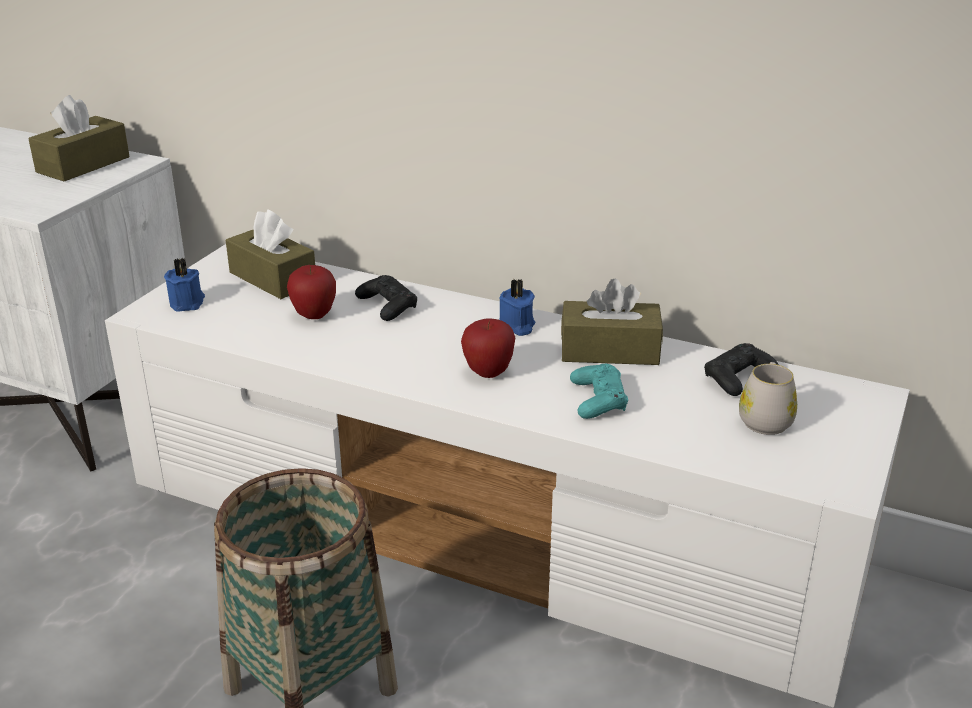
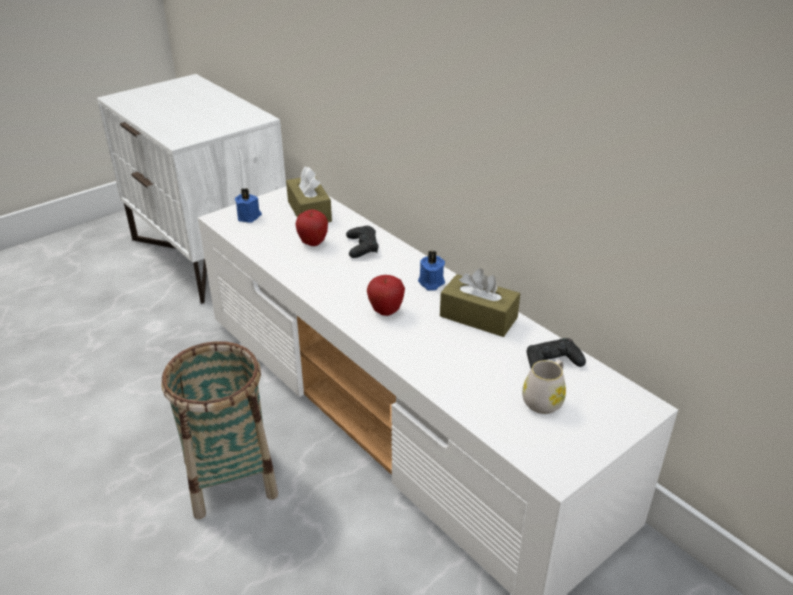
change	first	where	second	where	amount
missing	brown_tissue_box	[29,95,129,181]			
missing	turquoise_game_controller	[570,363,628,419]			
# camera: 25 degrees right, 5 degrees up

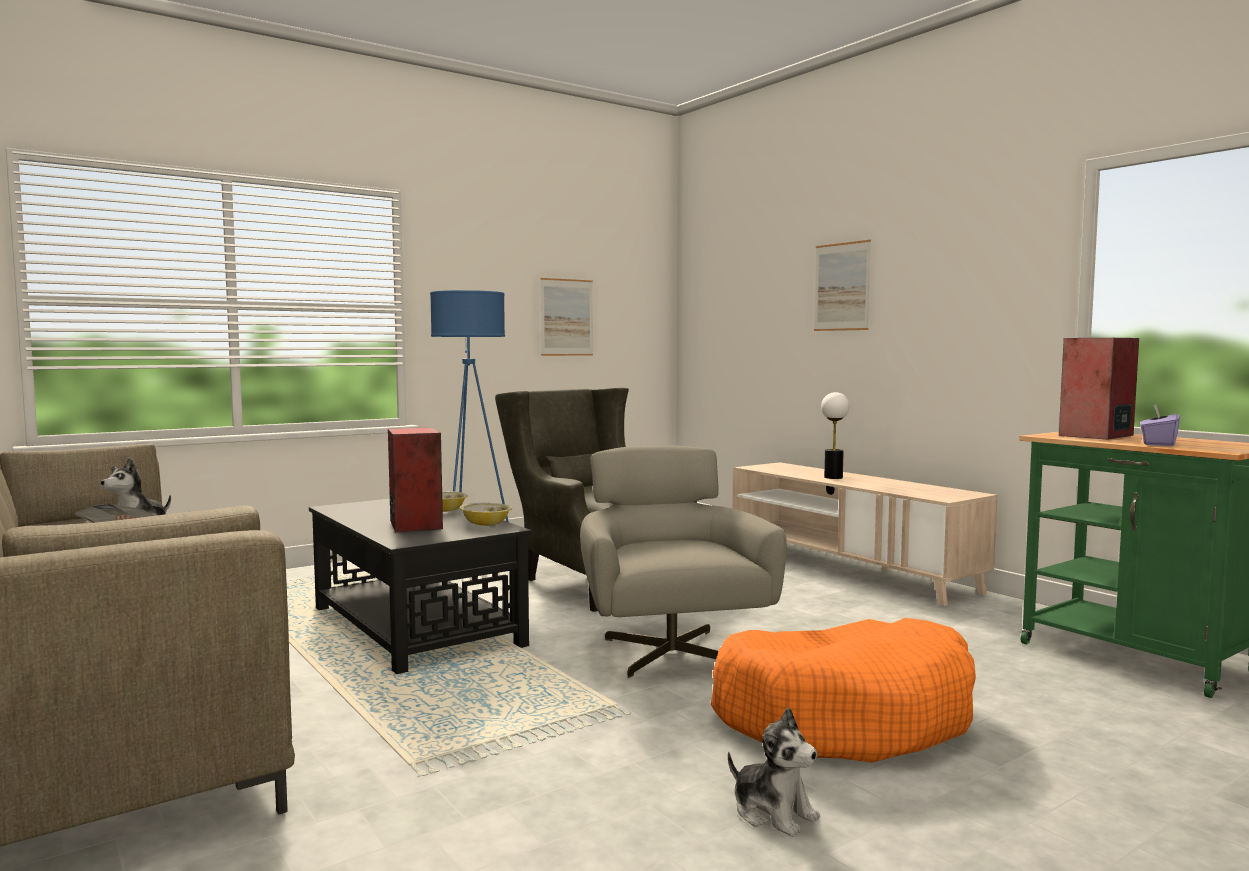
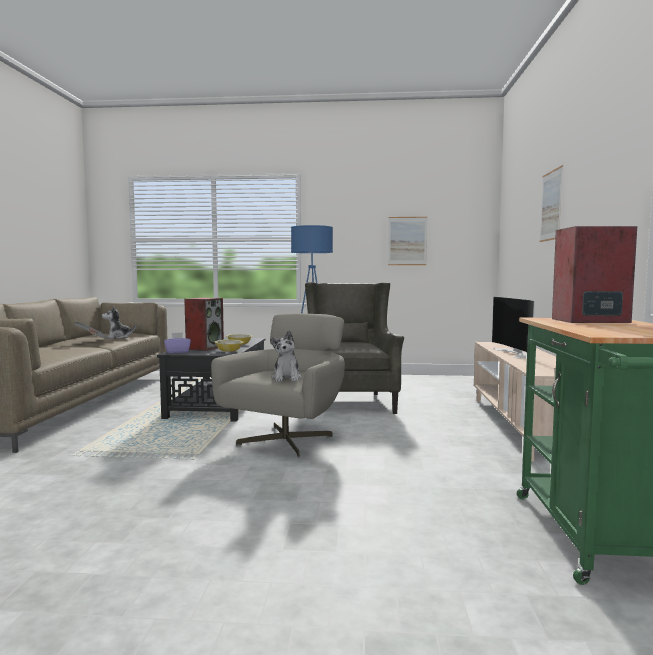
change	first	where	second	where	amount
missing	orange_dog_bed	[711,618,976,763]			
relocated	plush_toy	[728,707,820,837]		[270,330,302,382]	
relocated	purple_tissue_box	[1140,405,1180,446]		[164,332,191,353]	
exchanged	table_lamp	[821,392,849,479]	television	[492,297,537,358]	
# camera: 40 degrees right, 0 degrees up

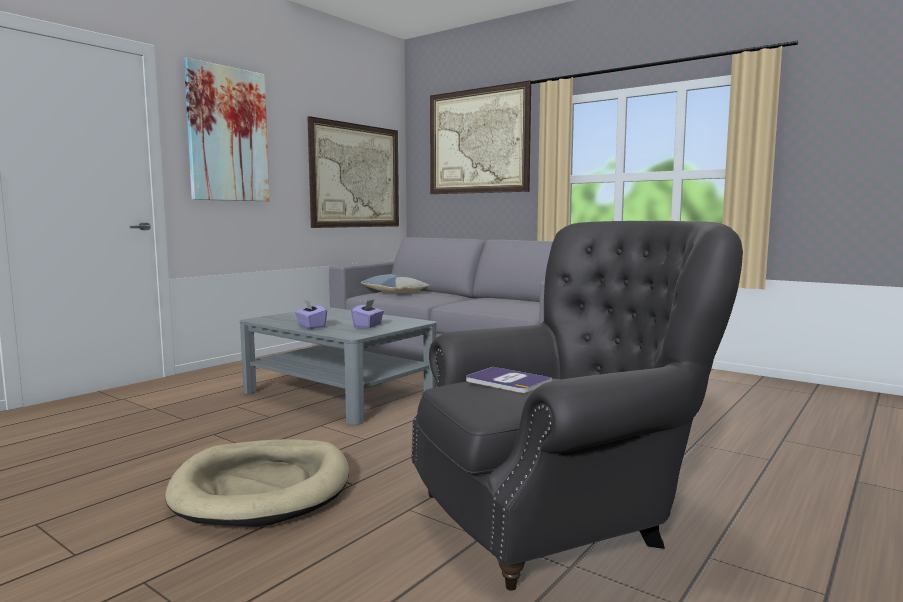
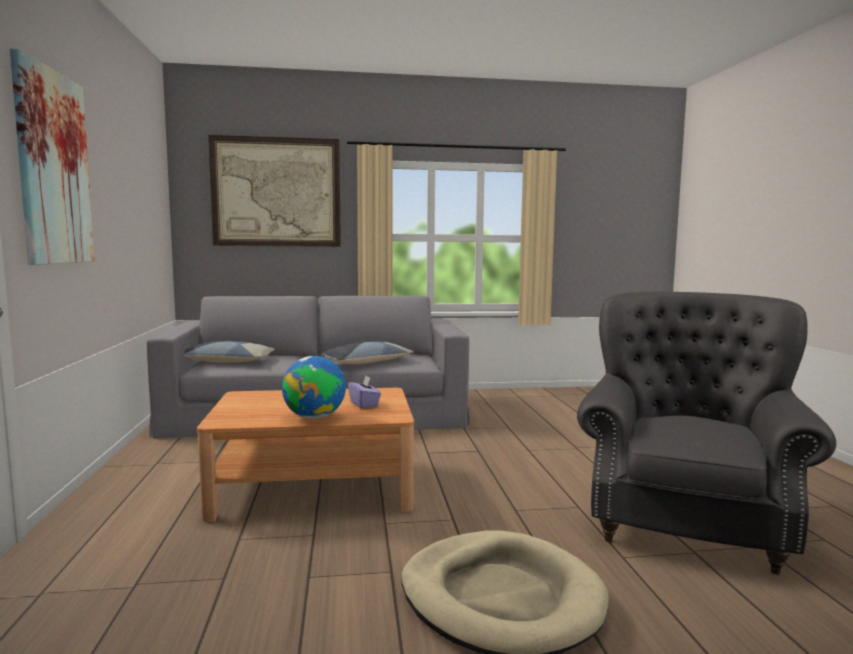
change	first	where	second	where	amount
missing	picture	[307,116,399,228]			
missing	book	[466,367,552,393]			
appeared			pillow	[321,341,414,364]	
exchanged	purple_tissue_box	[295,300,327,329]	globe	[282,356,346,419]	
colour	grey_coffee_table	[240,307,437,425]	brown_coffee_table	[197,388,414,522]	
# camera: 45 degrees left, 0 degrees up

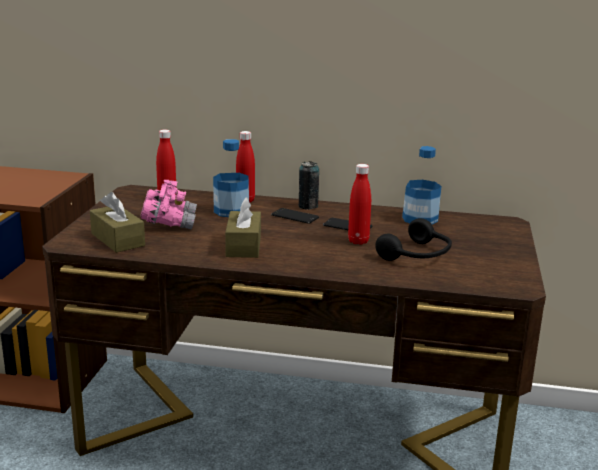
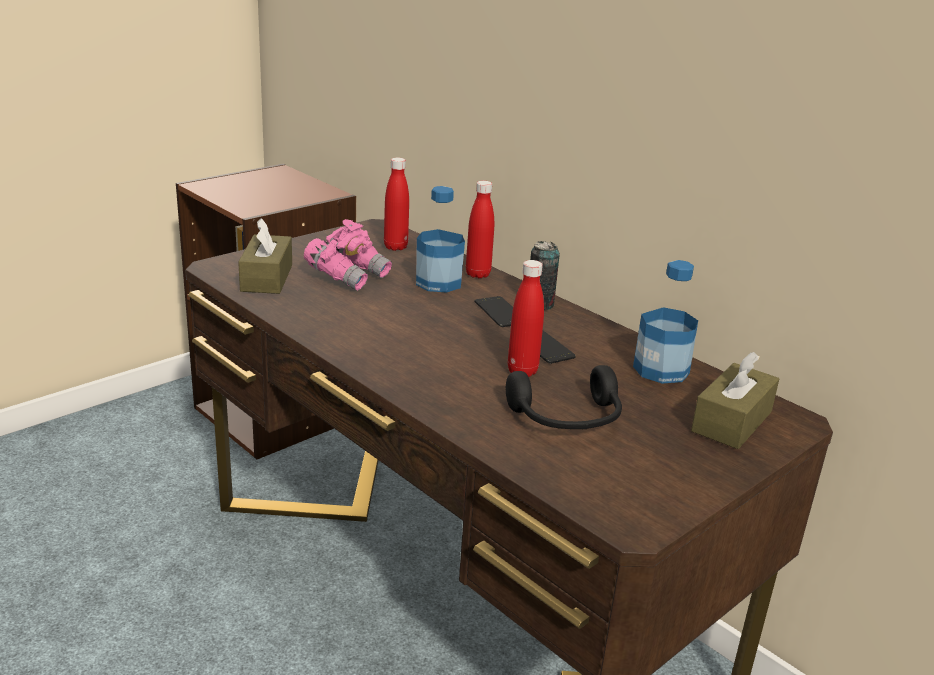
change	first	where	second	where	amount
relocated	brown_tissue_box	[225,197,261,258]		[691,352,779,449]	
# camera: 35 degrees right, 5 degrees up

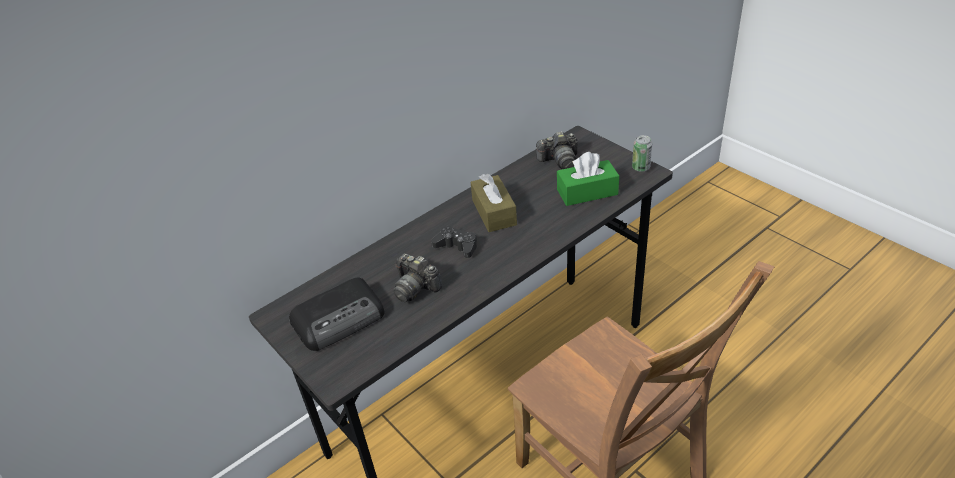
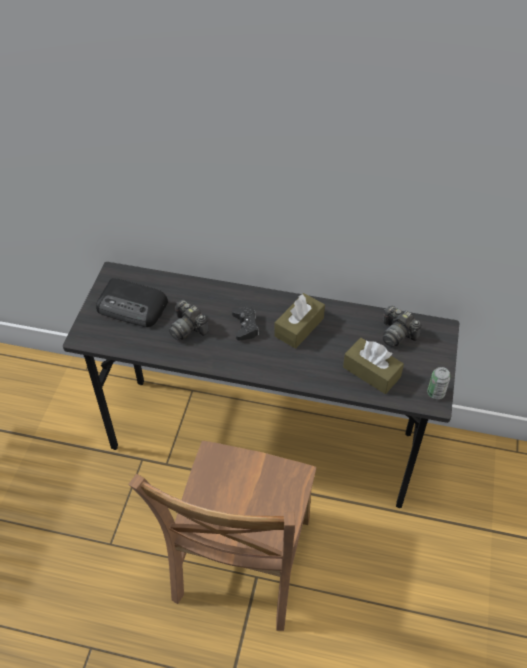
change	first	where	second	where	amount
colour	green_tissue_box	[557,152,619,206]	brown_tissue_box	[343,338,404,394]	
spun	photo_camera	[393,253,443,302]		[169,300,209,340]	45 degrees counterclockwise
# camera: 50 degrees right, 10 degrees up

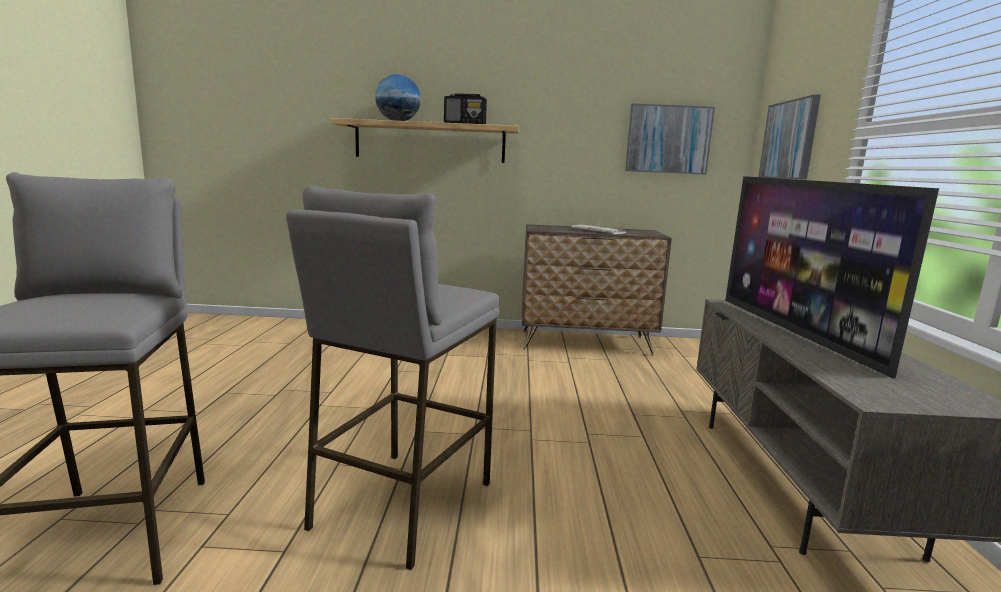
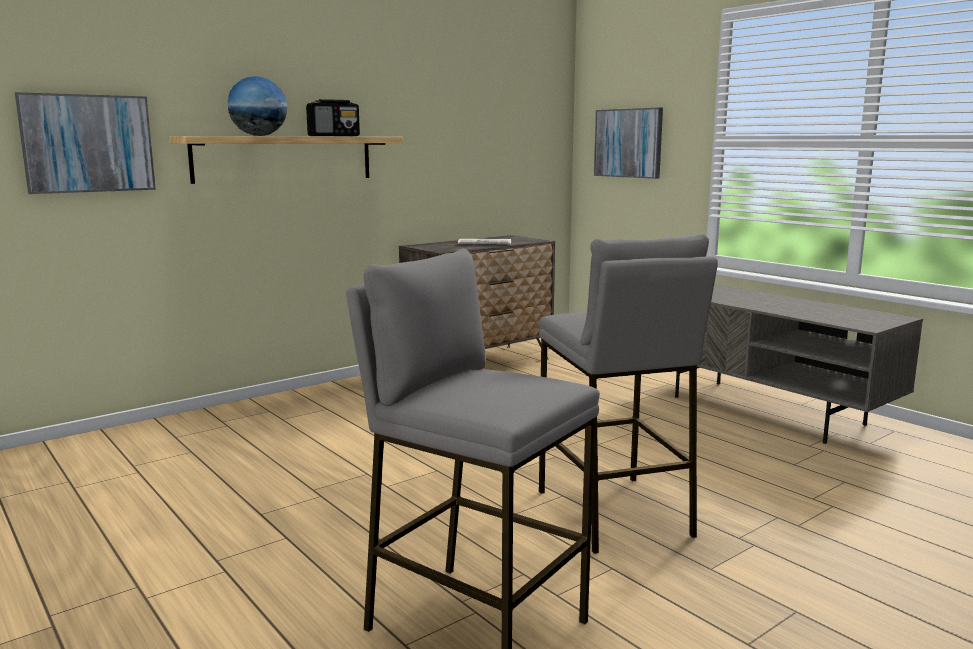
change	first	where	second	where	amount
missing	television	[725,176,939,378]			
relocated	picture	[625,103,715,175]		[15,92,156,194]	
# camera: 40 degrees left, 0 degrees up

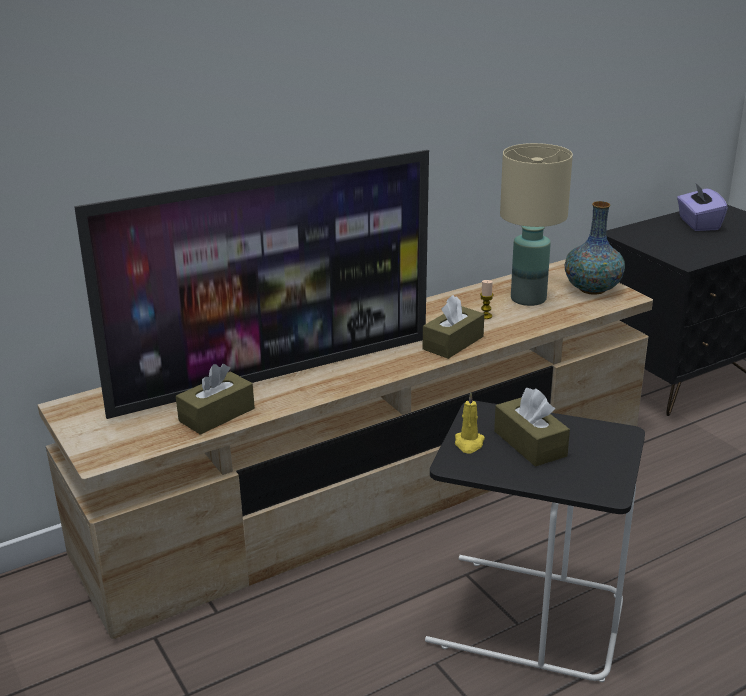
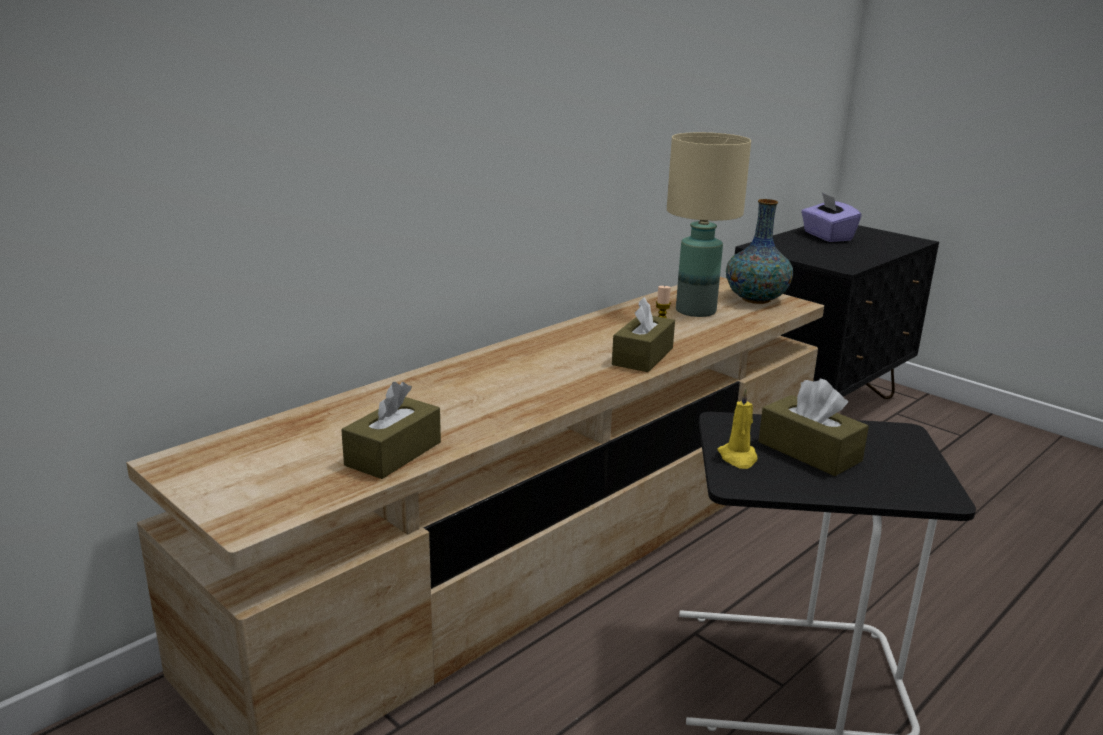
change	first	where	second	where	amount
missing	television	[74,150,429,419]			
# camera: 15 degrees left, 5 degrees down

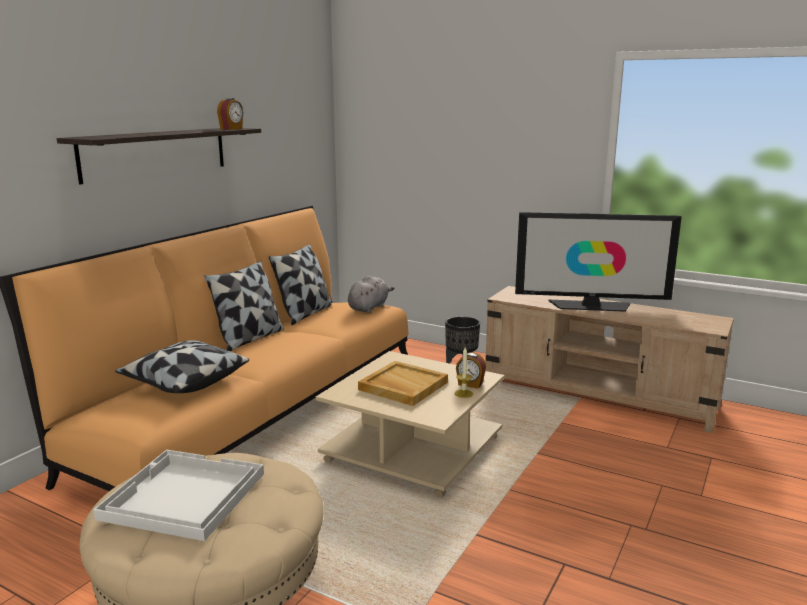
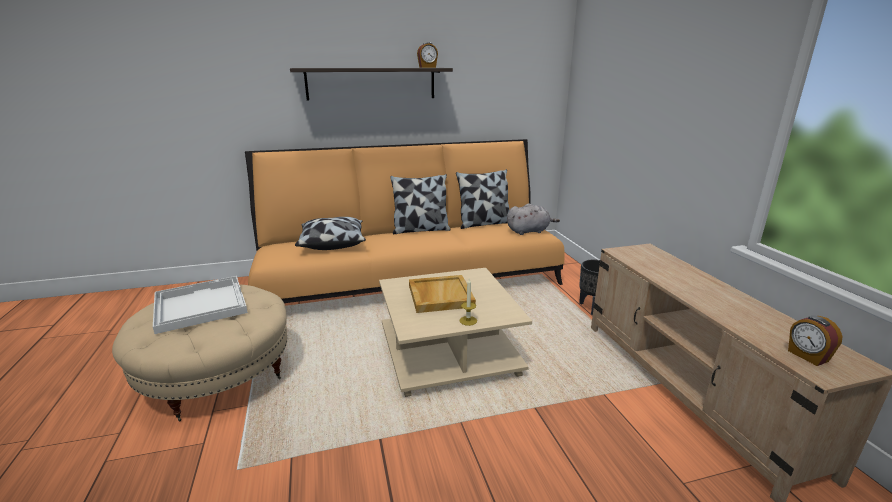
change	first	where	second	where	amount
missing	television	[515,212,682,312]			
relocated	alarm_clock	[456,352,486,389]		[788,316,842,366]	
# camera: 45 degrees right, 5 degrees up

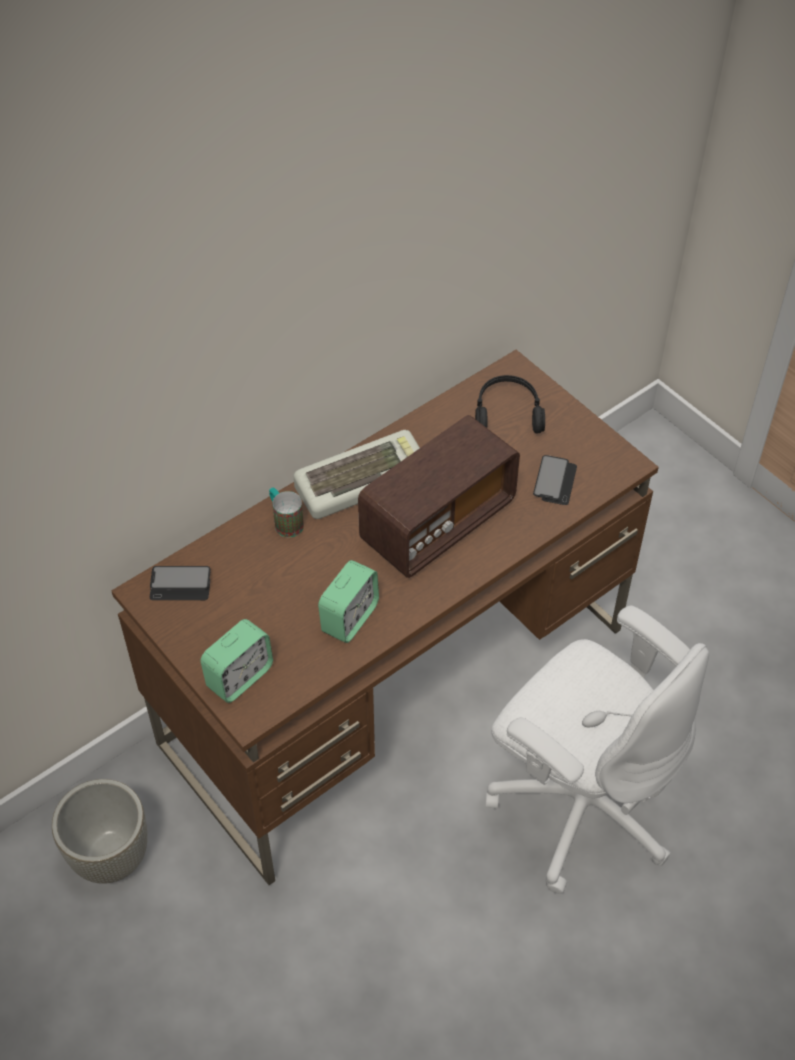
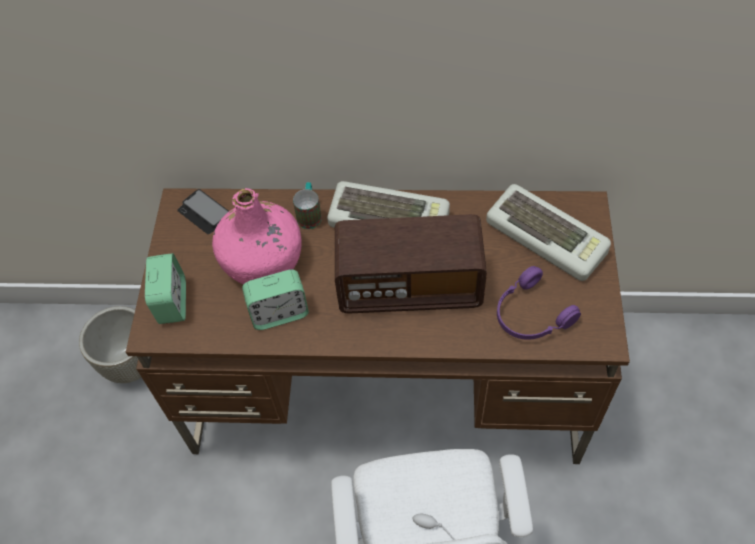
change	first	where	second	where	amount
appeared			pink_bottle	[212,188,302,284]	
exchanged	black_headphones	[475,375,545,433]	keyboard	[486,184,611,281]	
exchanged	phone	[533,455,577,505]	purple_headphones	[497,266,581,340]	
spun	alarm_clock	[200,619,273,703]		[145,253,186,324]	90 degrees counterclockwise
# camera: 45 degrees right, 5 degrees up

